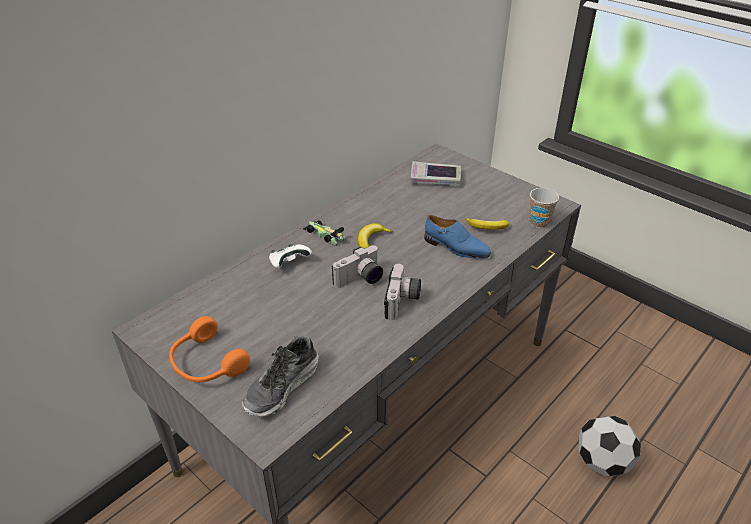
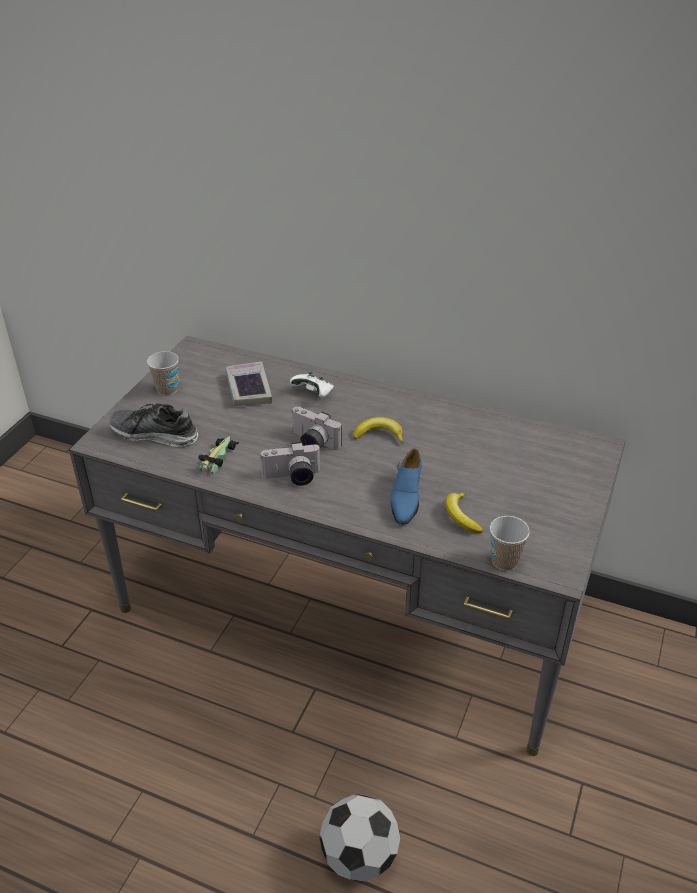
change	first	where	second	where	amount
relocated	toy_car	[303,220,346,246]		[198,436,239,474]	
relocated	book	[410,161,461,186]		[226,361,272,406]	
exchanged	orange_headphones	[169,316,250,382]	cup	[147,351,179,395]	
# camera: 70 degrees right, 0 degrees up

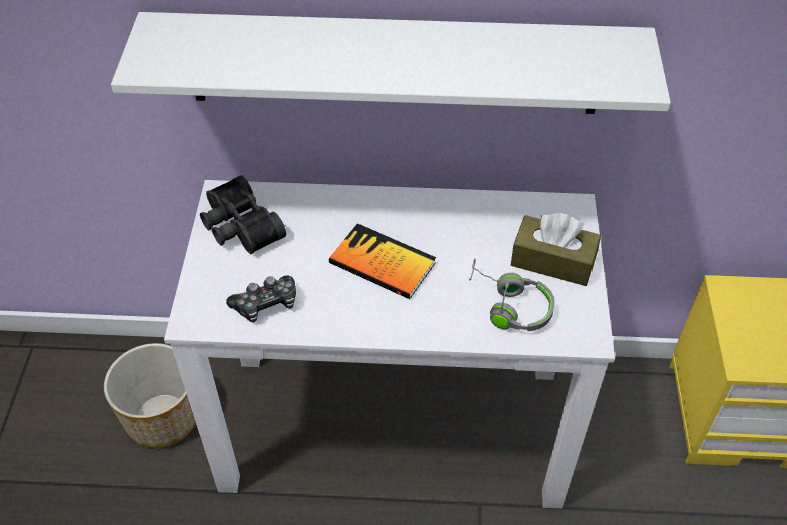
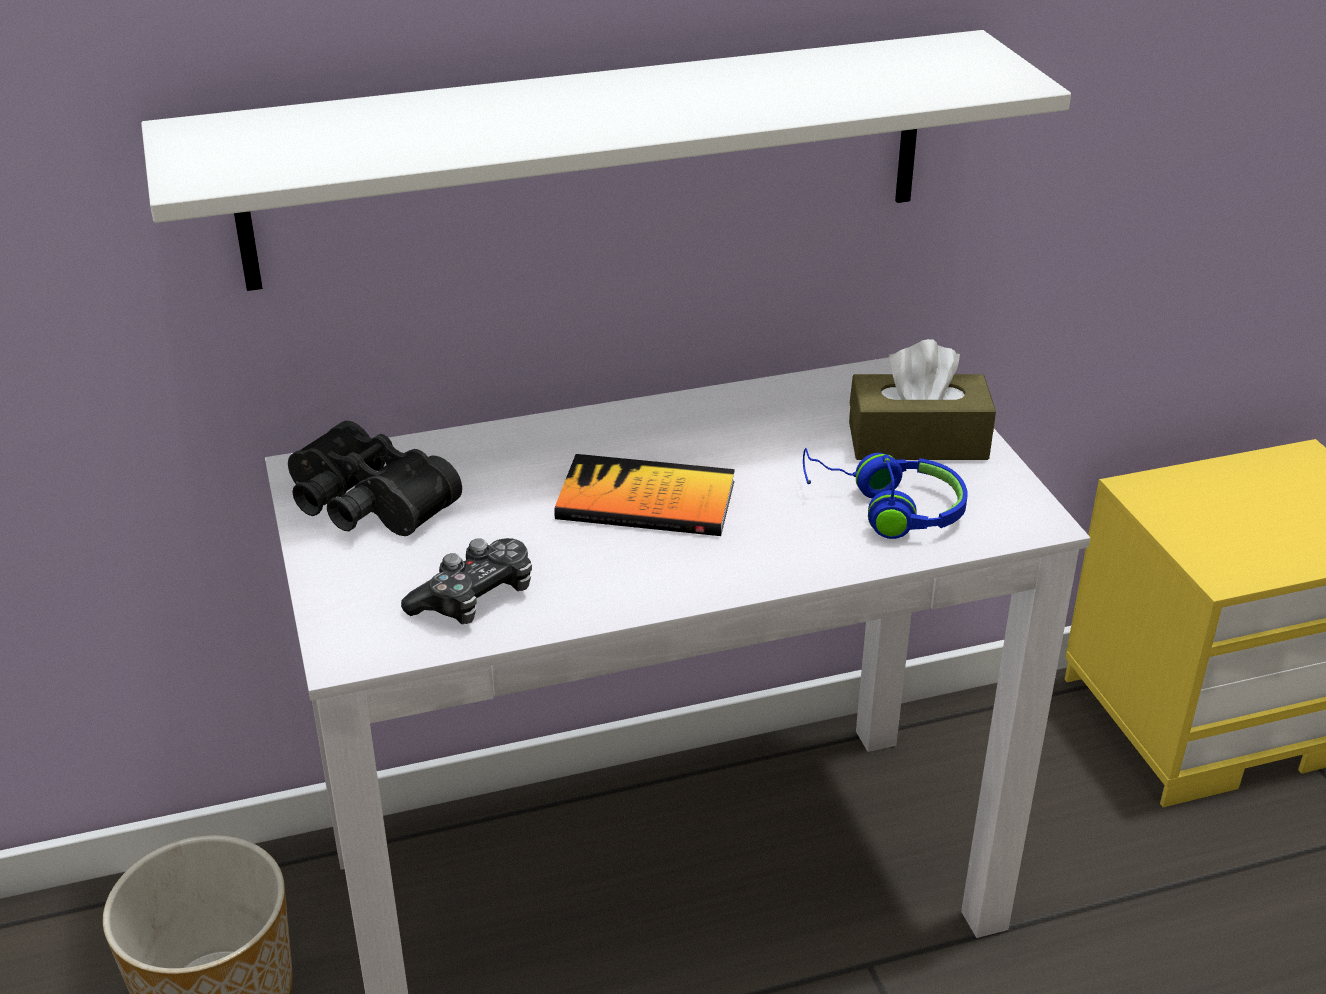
change	first	where	second	where	amount
colour	grey_headphones	[469,259,555,331]	blue_headphones	[803,448,968,539]	
# camera: 20 degrees left, 15 degrees down

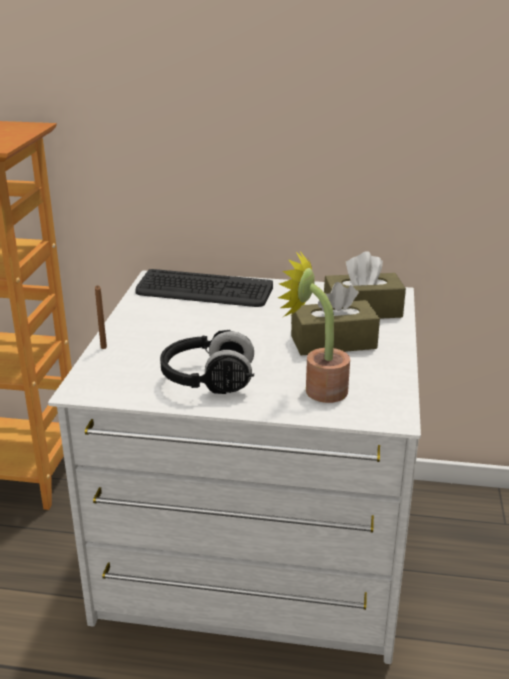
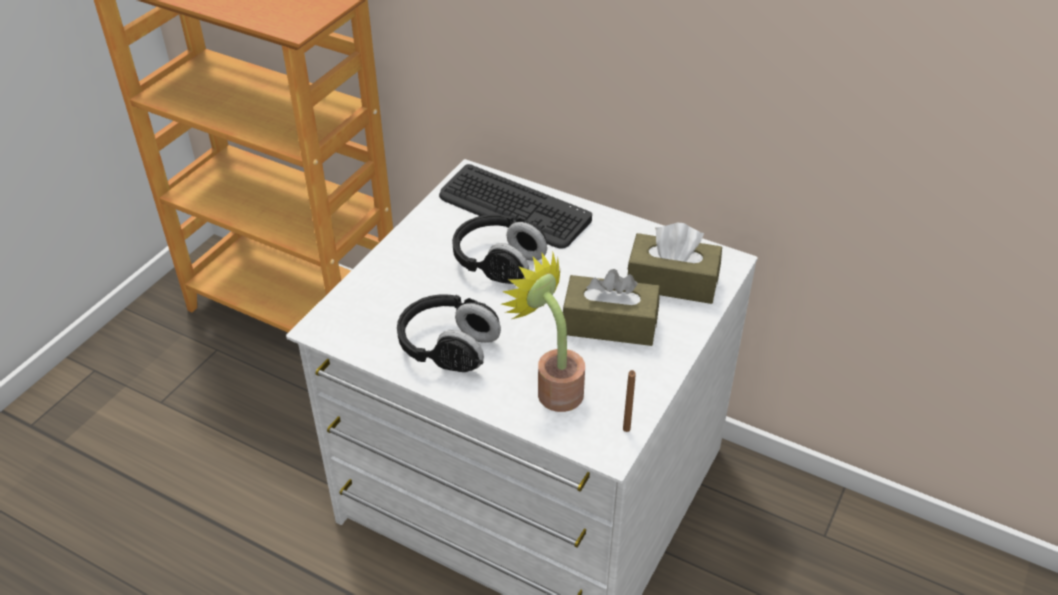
change	first	where	second	where	amount
appeared			black_headphones	[452,214,547,284]	
relocated	brown_candle	[95,285,107,349]		[623,370,635,432]	
# camera: 20 degrees right, 15 degrees up

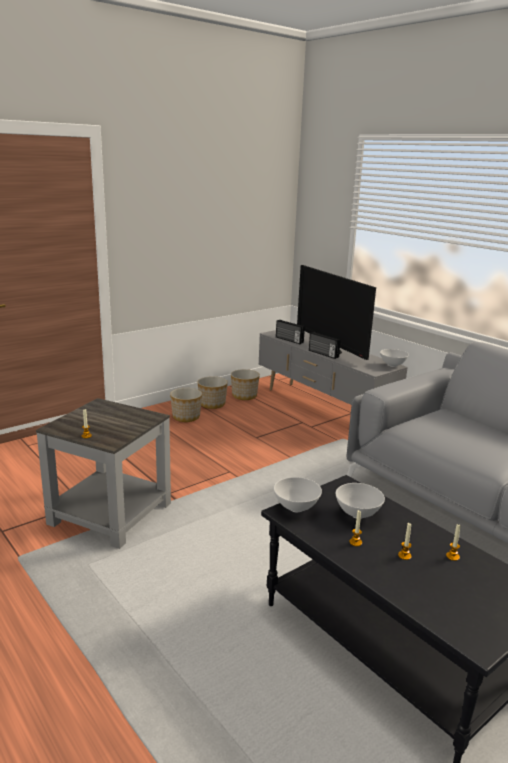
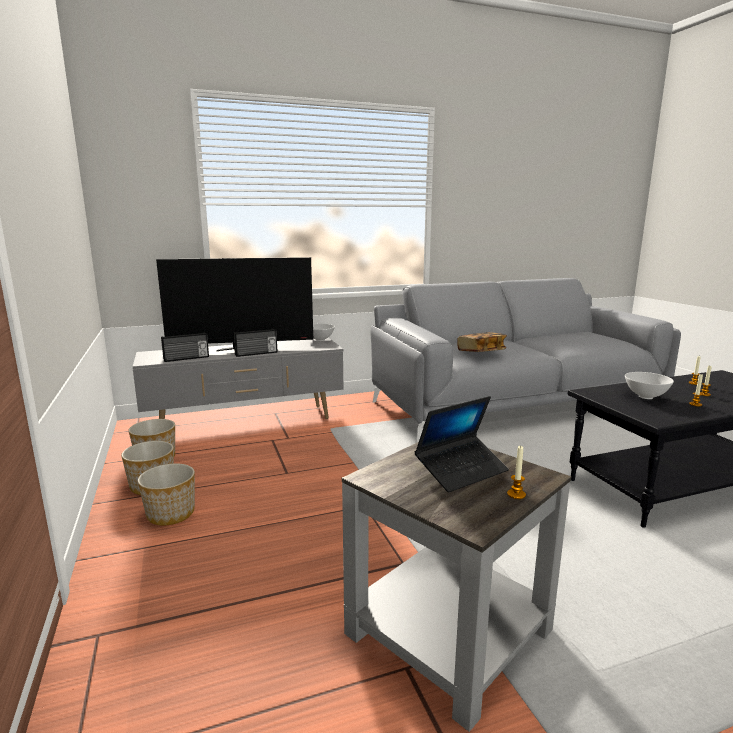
change	first	where	second	where	amount
missing	white_bowl	[274,477,322,512]			
appeared			laptop	[415,396,509,492]	
appeared			book	[457,332,507,352]	
# camera: 70 degrees left, 5 degrees down

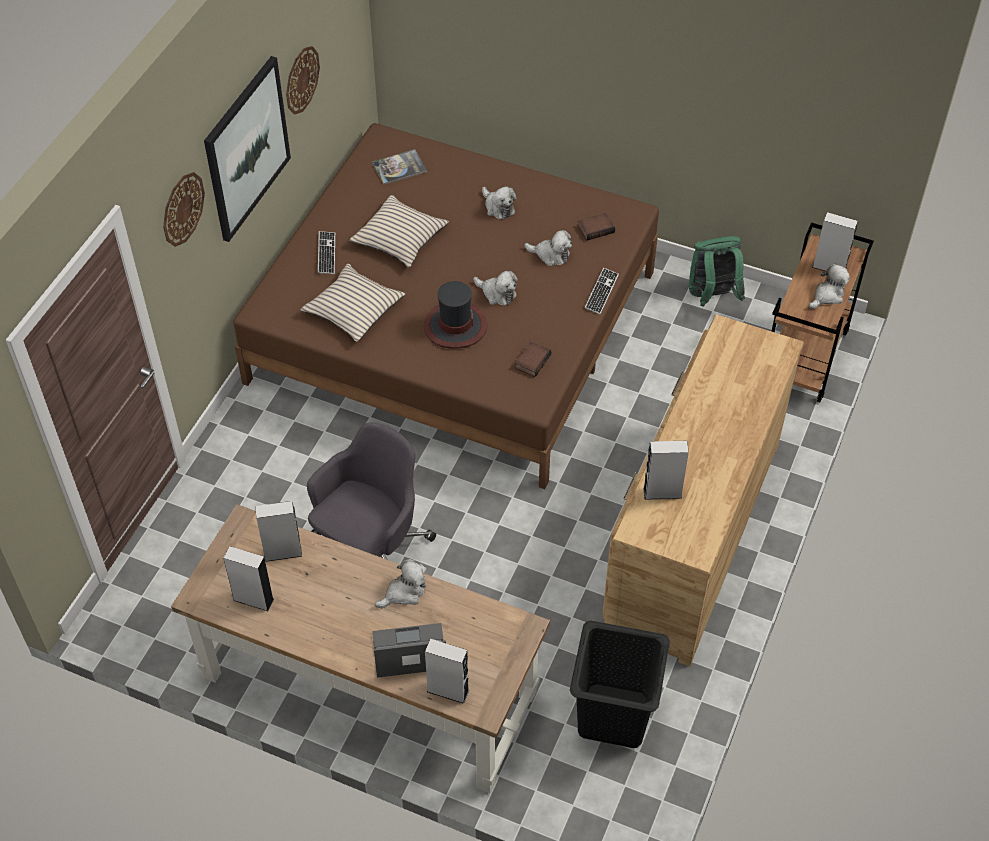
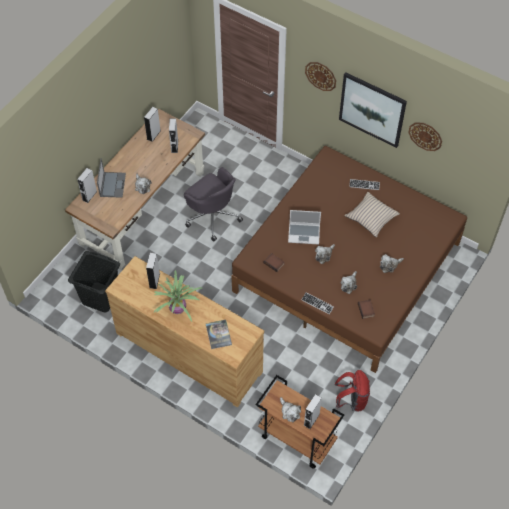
change	first	where	second	where	amount
missing	beige_pillow	[300,263,406,342]			
appeared			potted_plant	[154,270,202,322]	
relocated	book	[372,149,427,185]		[206,320,232,349]	
exchanged	hat	[424,281,487,349]	laptop	[288,210,321,245]	
colour	green_backpack	[689,236,745,307]	red_backpack	[335,370,370,412]	
# camera: 100 degrees right, 5 degrees up

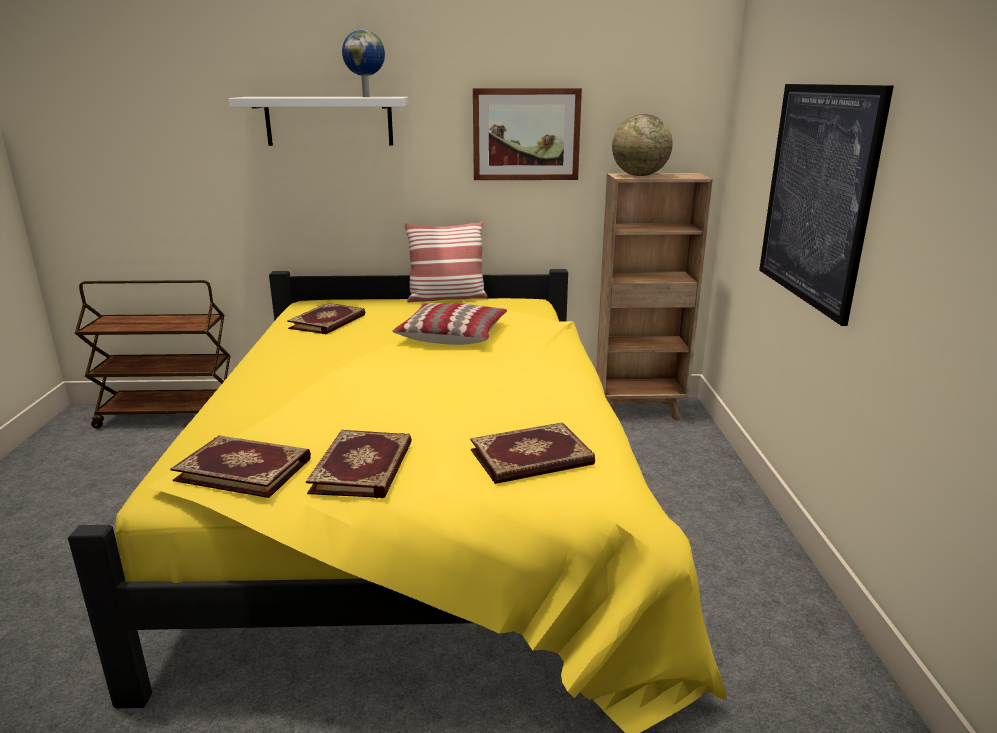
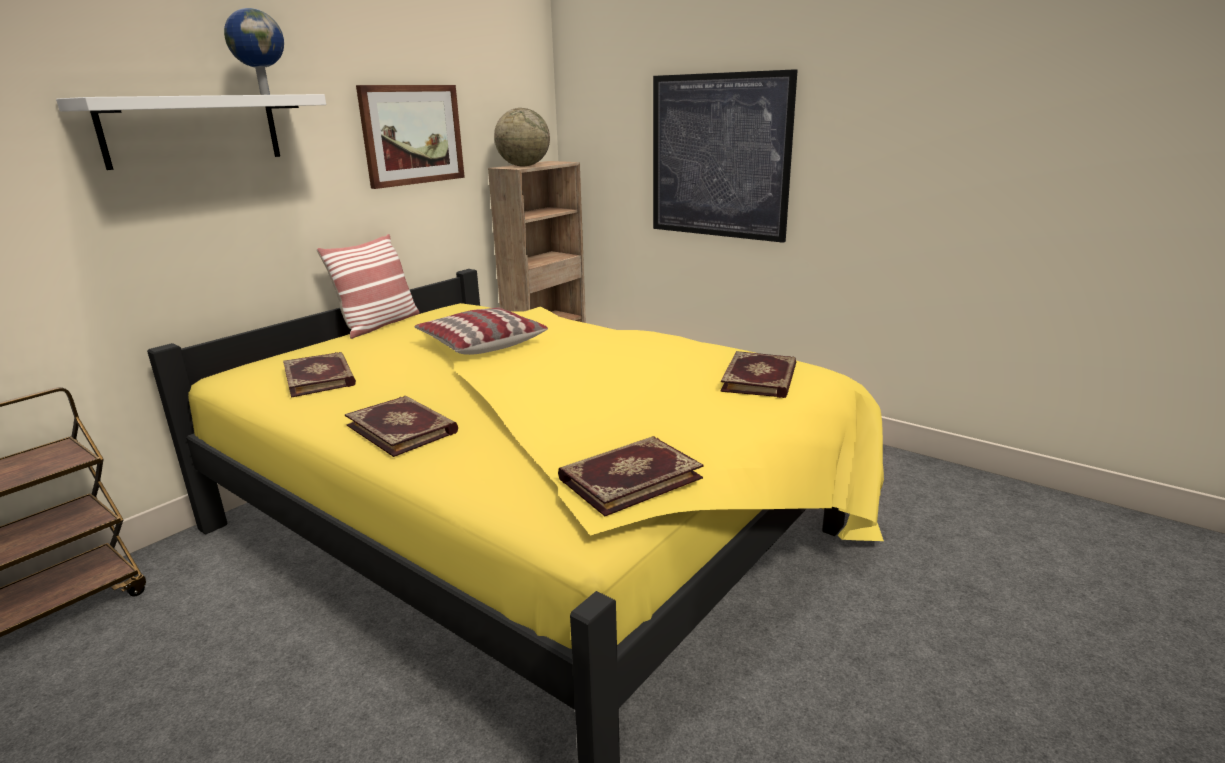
change	first	where	second	where	amount
relocated	book	[306,430,412,499]		[345,396,458,457]	
# camera: 50 degrees left, 0 degrees up

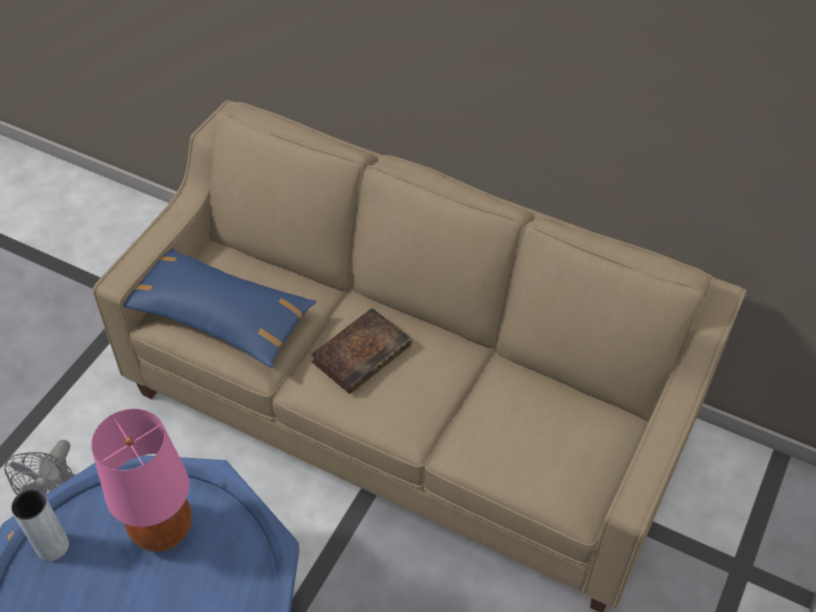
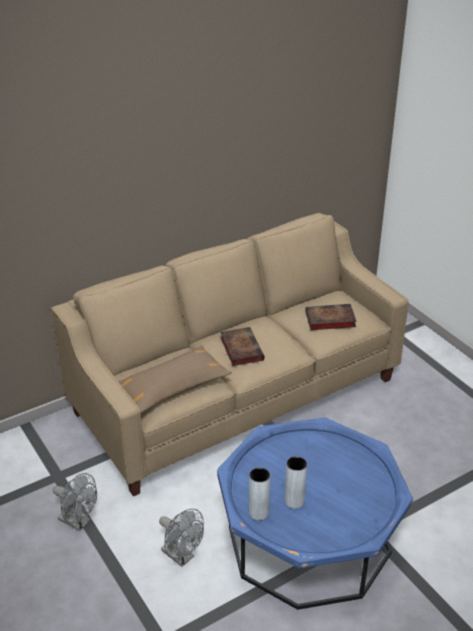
change	first	where	second	where	amount
missing	pink_table_lamp	[91,409,192,552]			
appeared			grey_fan	[53,473,97,531]	
appeared			grey_vase	[285,456,307,509]	
appeared			book	[306,304,357,330]	
colour	blue_pillow	[123,249,317,368]	brown_pillow	[118,345,232,413]	
# camera: 60 degrees left, 15 degrees down

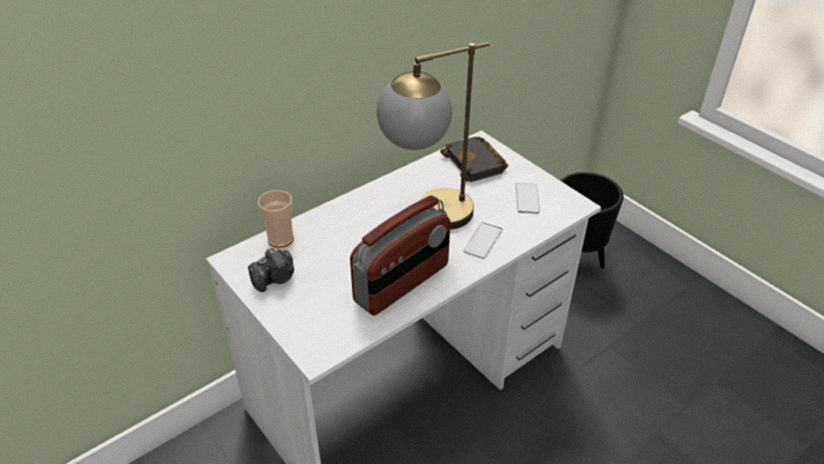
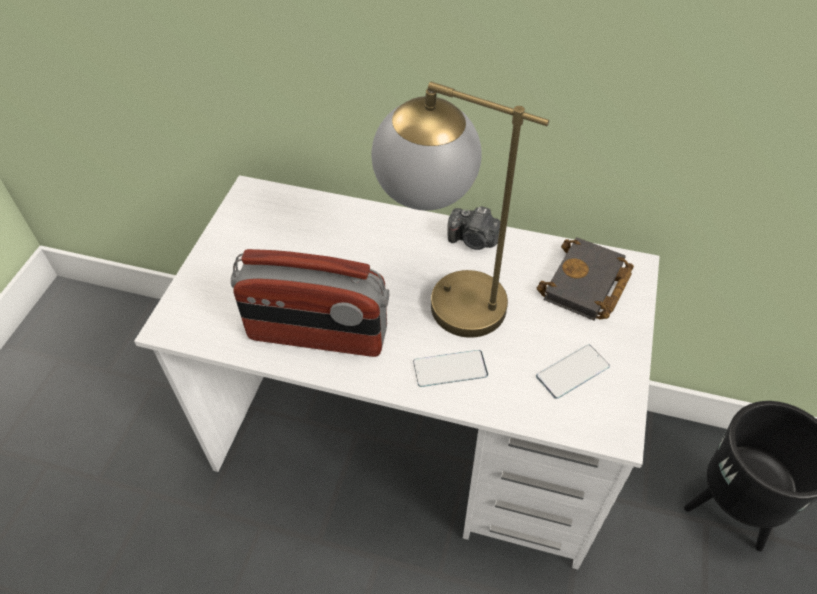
change	first	where	second	where	amount
missing	cup	[258,190,294,248]			
relocated	photo_camera	[248,248,294,292]		[447,206,500,250]	
# camera: 55 degrees right, 10 degrees up

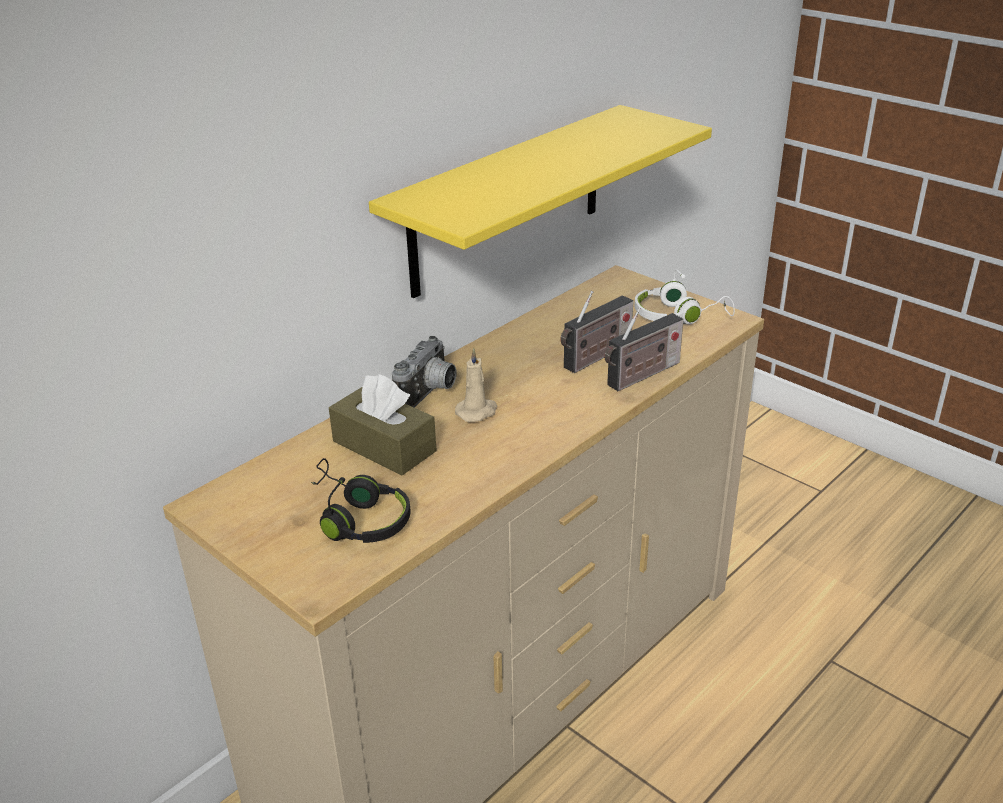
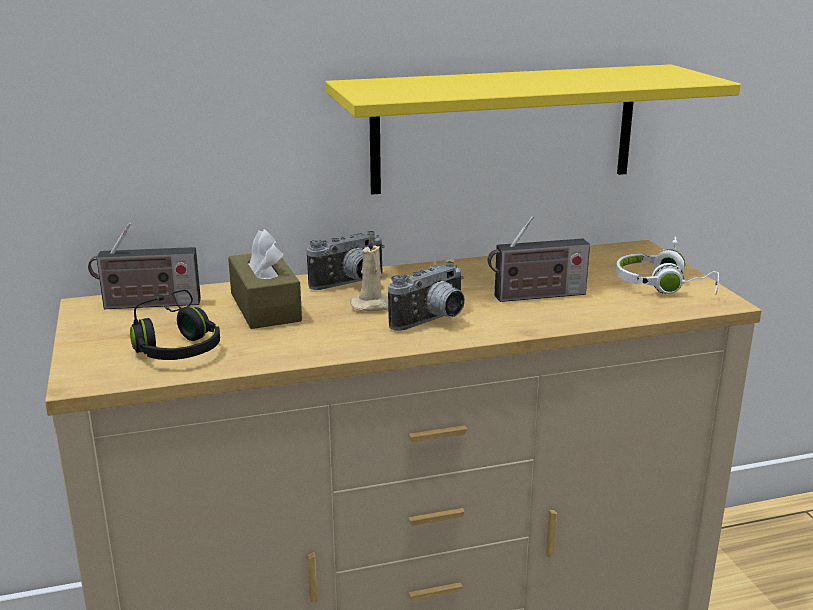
change	first	where	second	where	amount
appeared			photo_camera	[388,261,465,331]	
relocated	radio	[604,308,683,391]		[88,223,201,309]	
# camera: 30 degrees right, 10 degrees down

